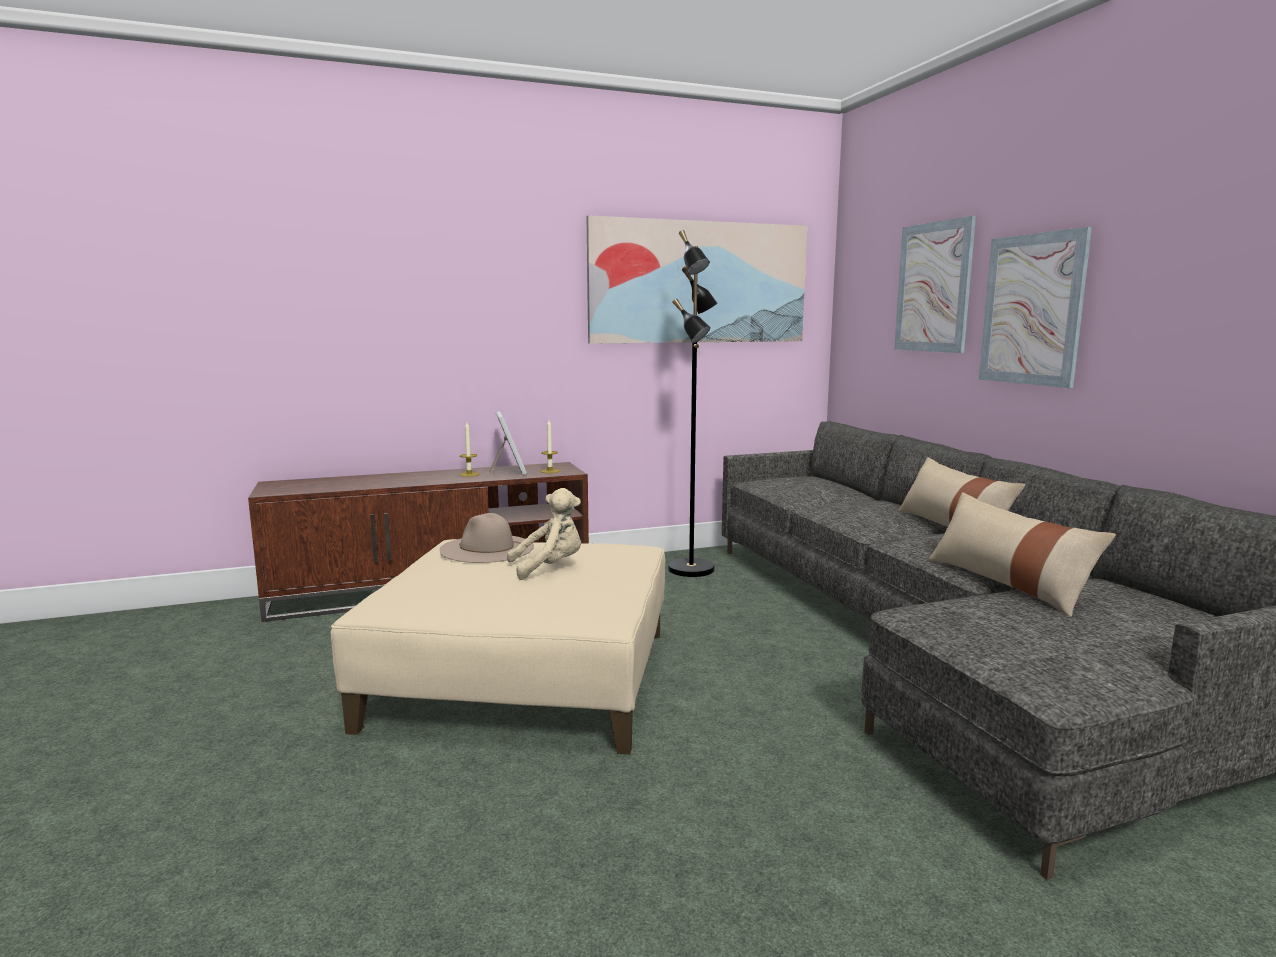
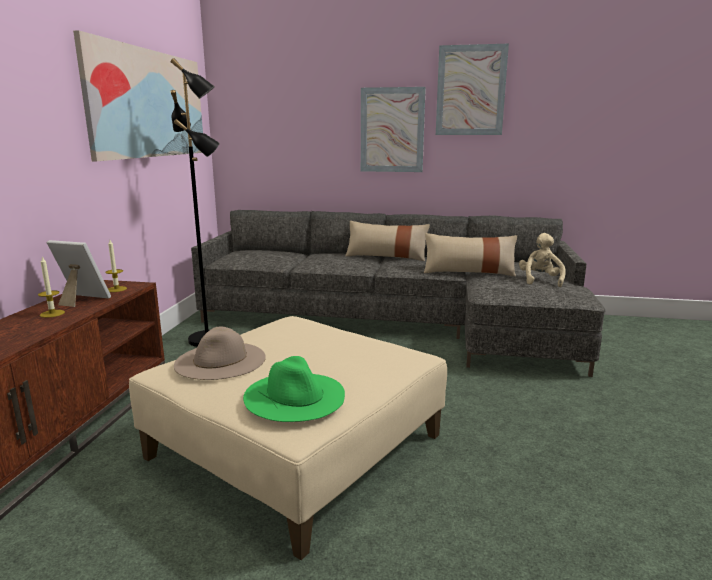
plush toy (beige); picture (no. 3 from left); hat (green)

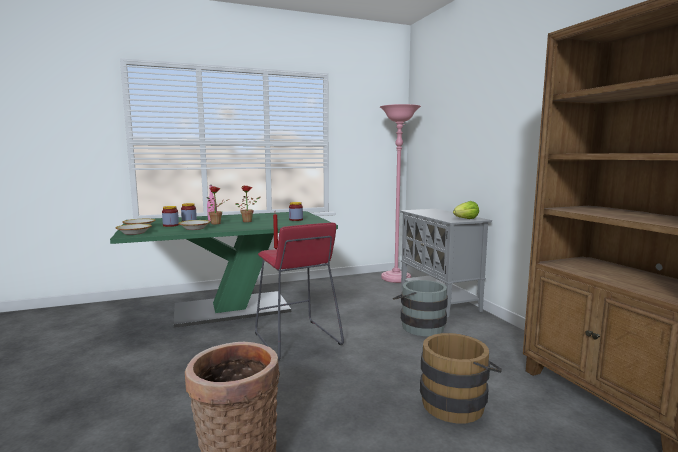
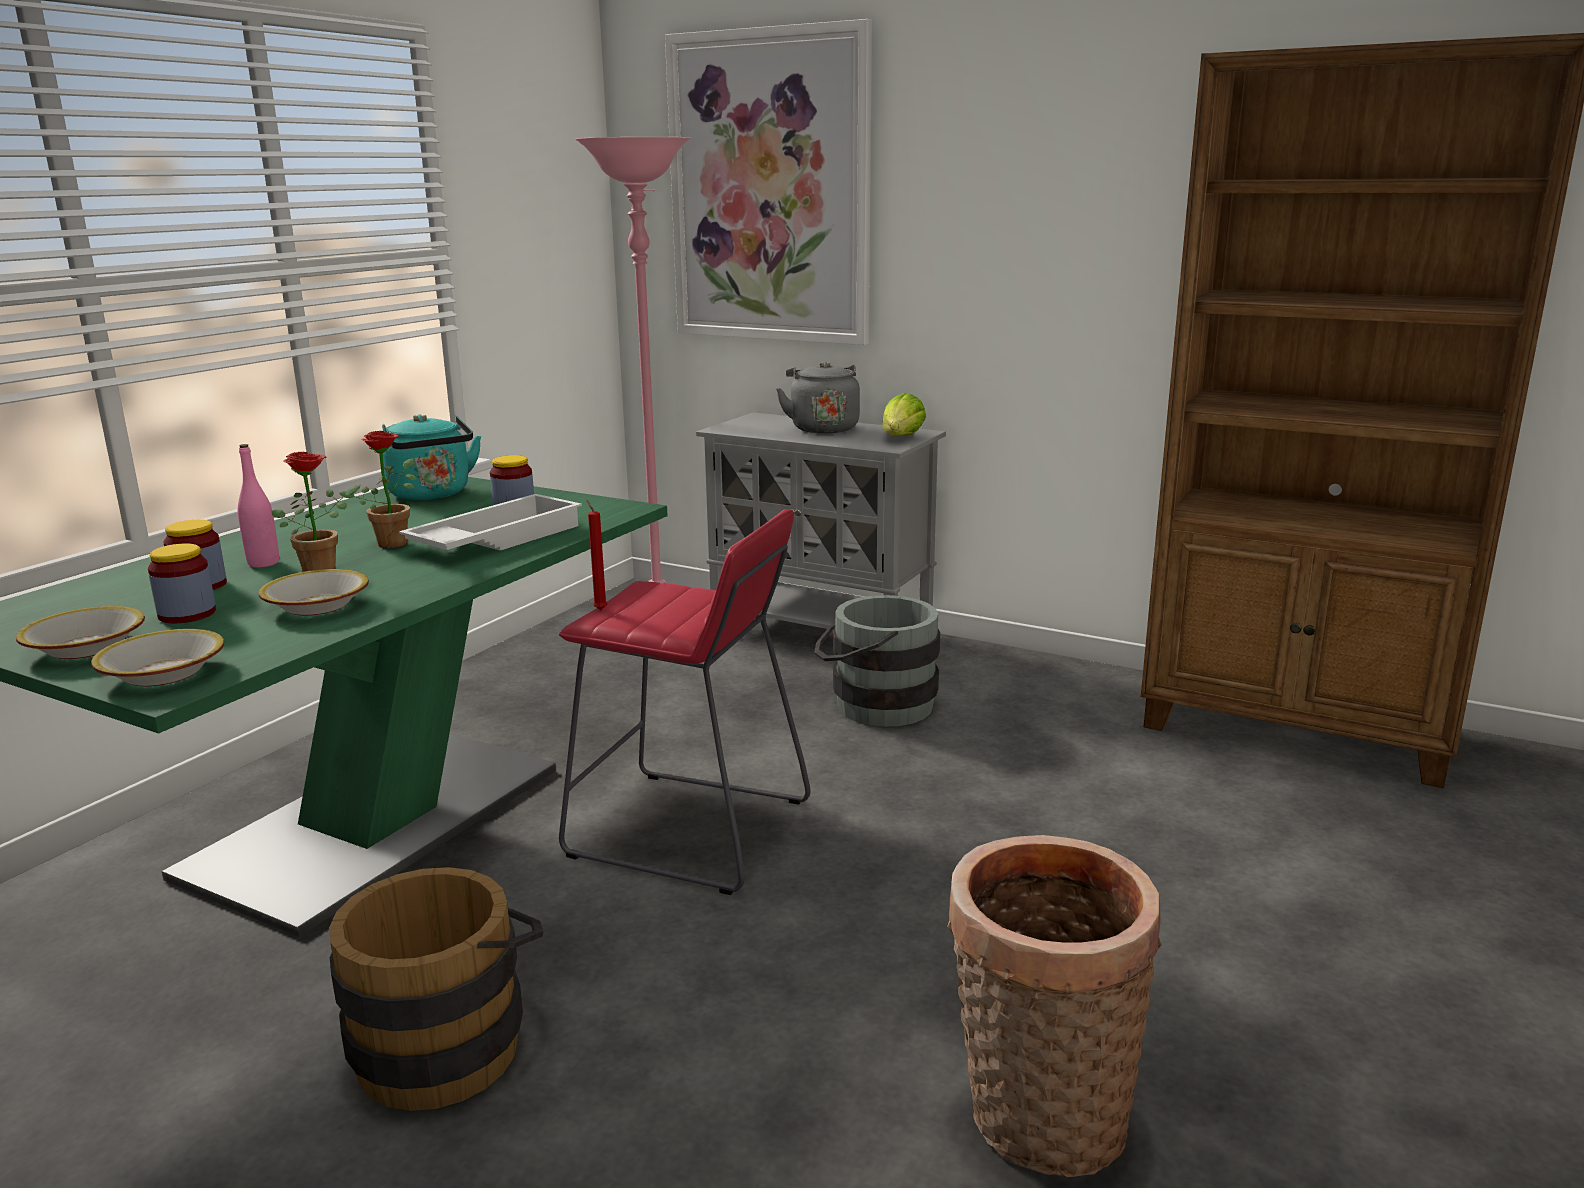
bucket (brown); kettle (turquoise); tray (white); picture; kettle (grey)

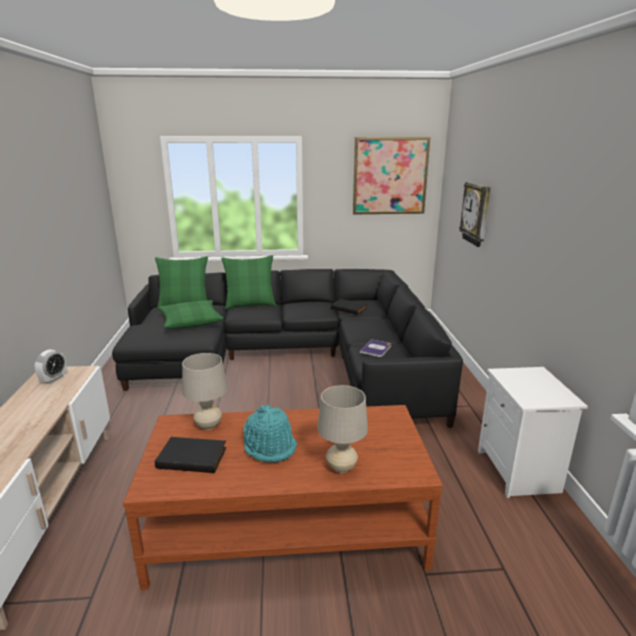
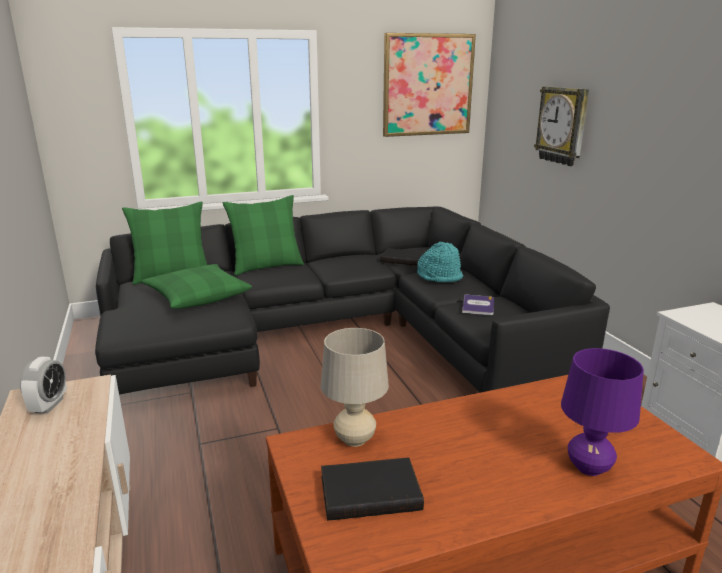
hat (turquoise); table lamp (purple)

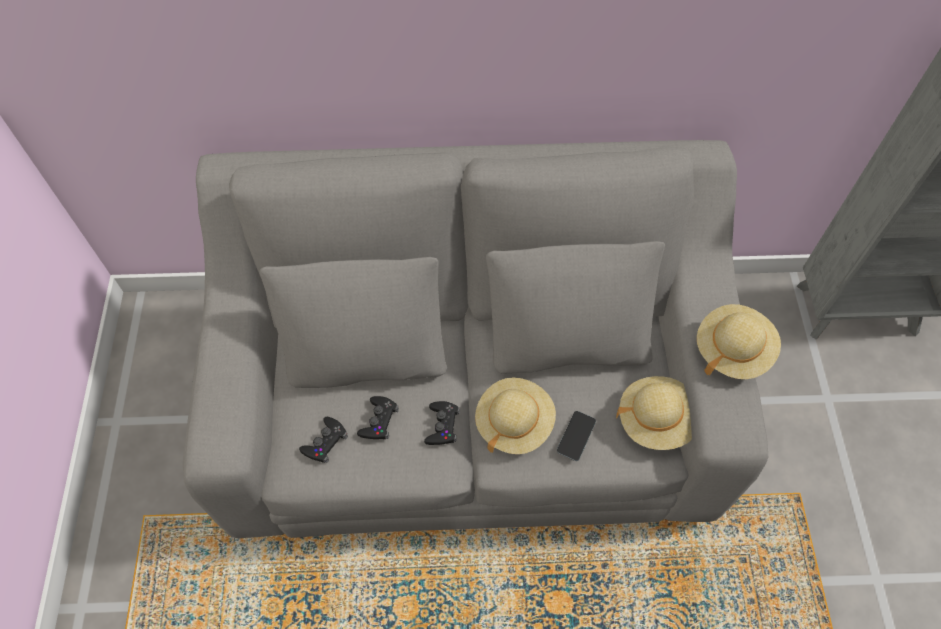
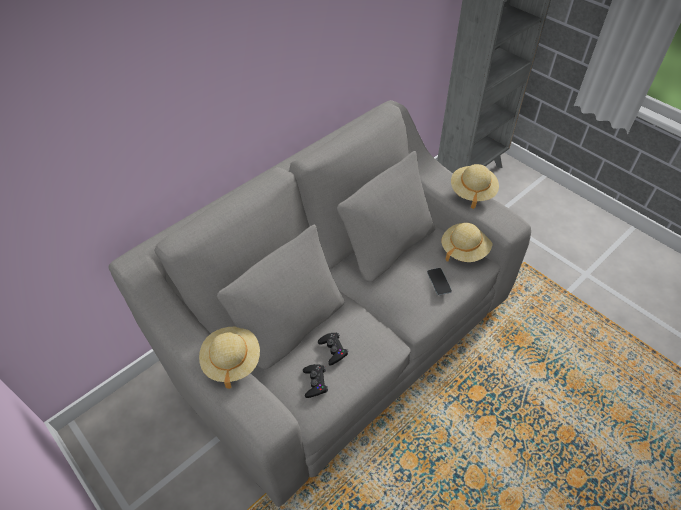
game controller (black) (no. 3 from left in the first image); hat (beige) (no. 1 from left)

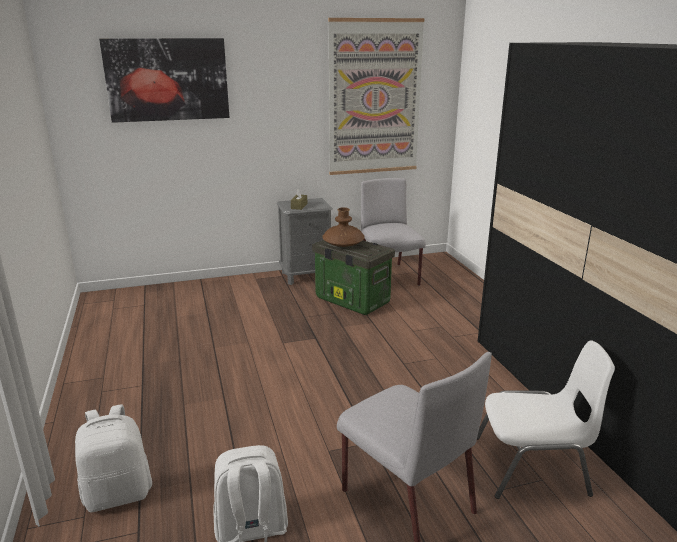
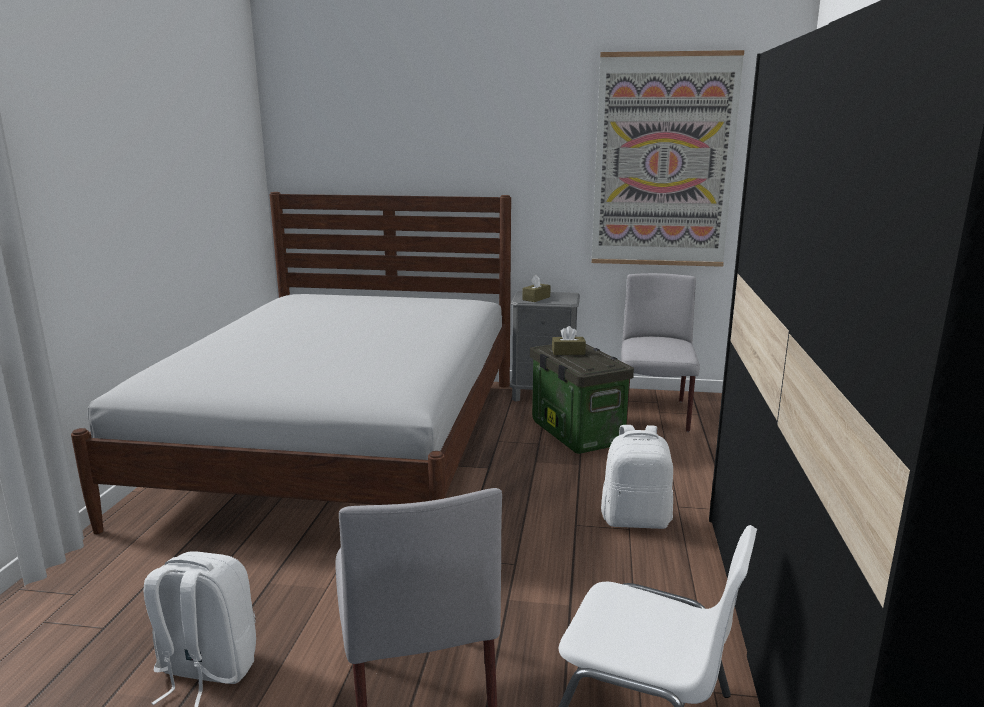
backpack (white) (no. 2 from left); picture (no. 1 from left in the first image); tissue box (brown) (no. 2 from left); bed (white)

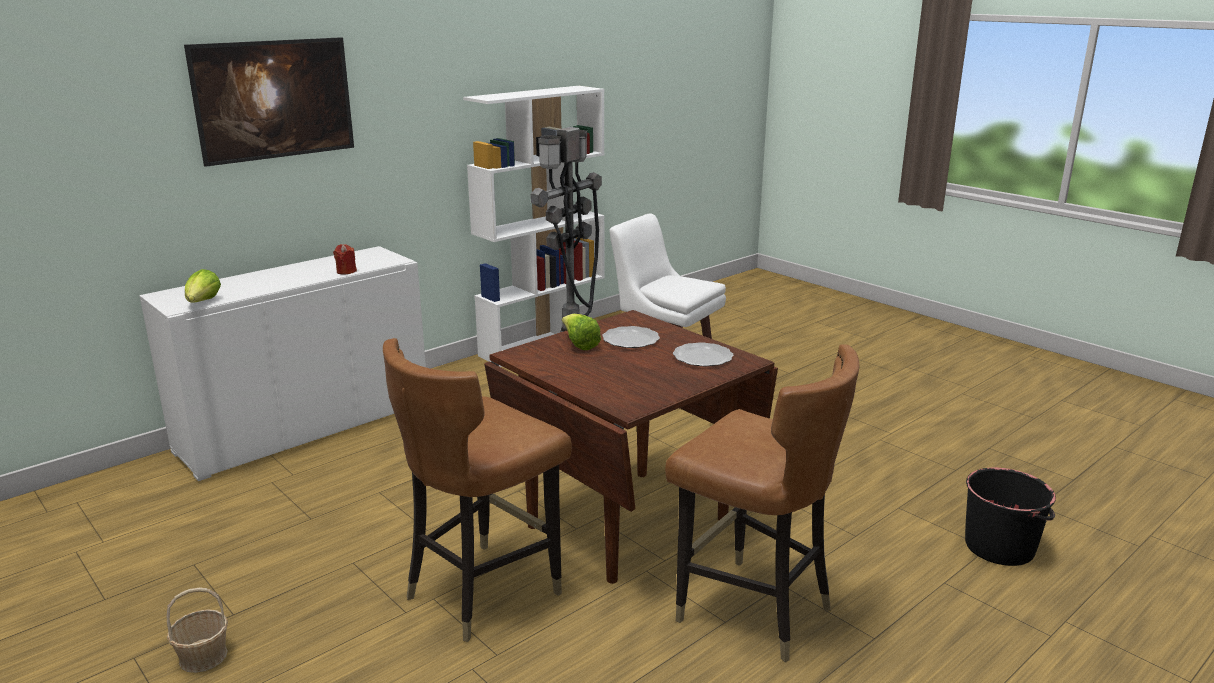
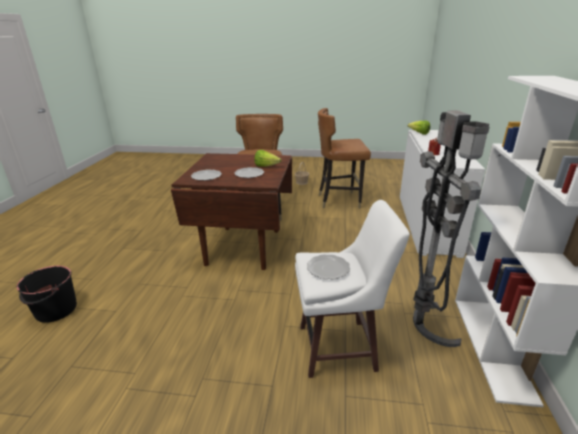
picture; chair (brown) (no. 2 from left); plate (no. 3 from left)

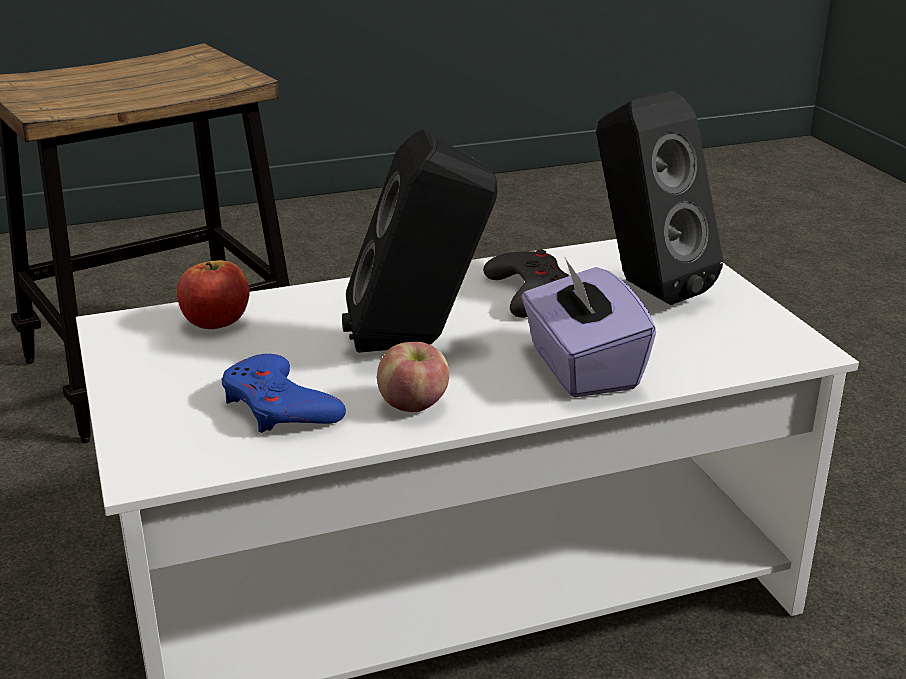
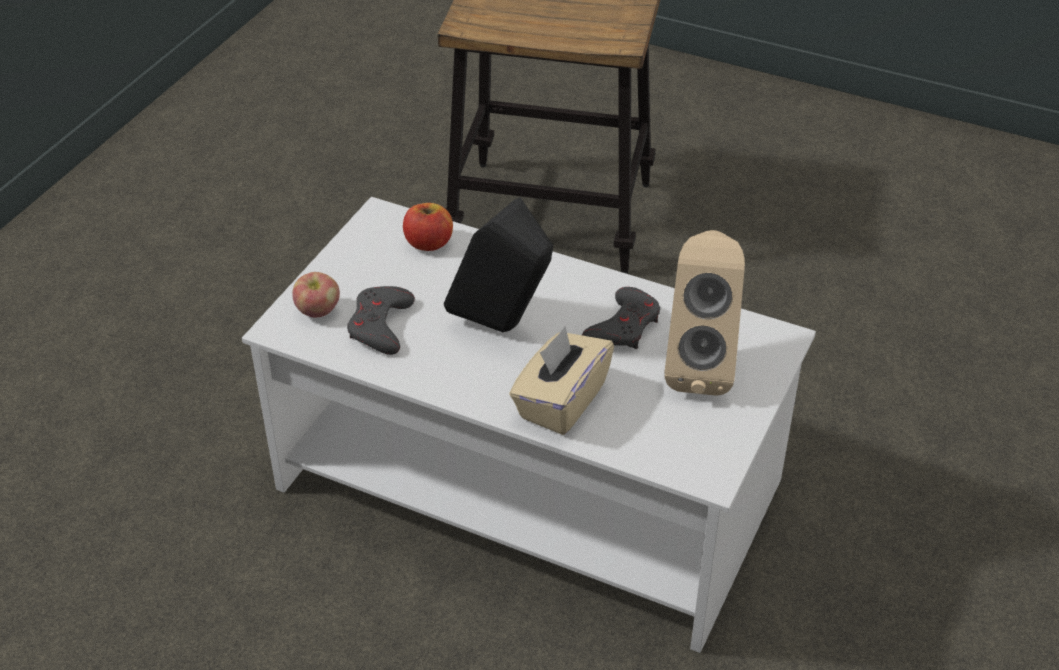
game controller (grey) (no. 1 from left); apple (no. 1 from left); tissue box (beige); speaker (beige)

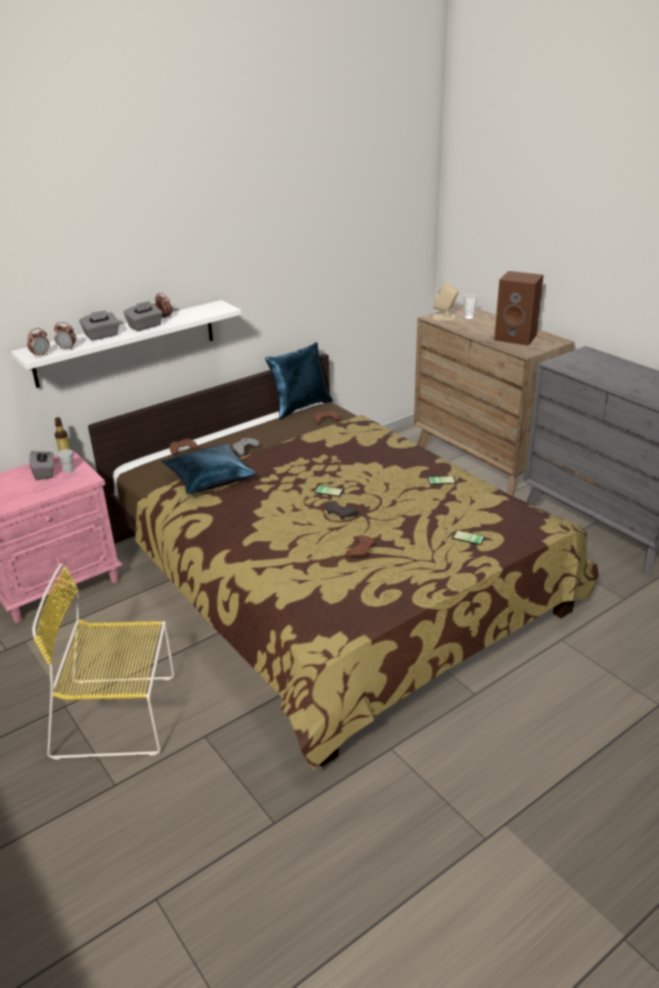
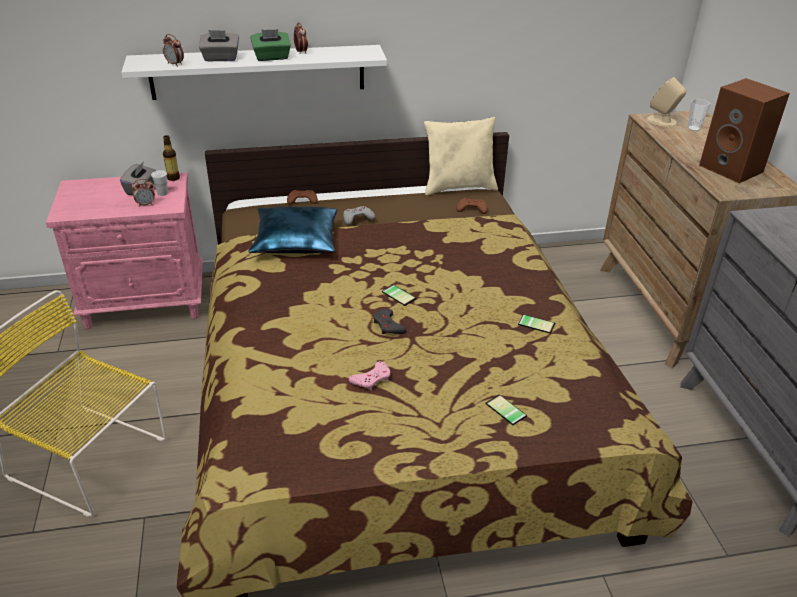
alarm clock (no. 1 from left); tissue box (green); pillow (beige); game controller (pink)

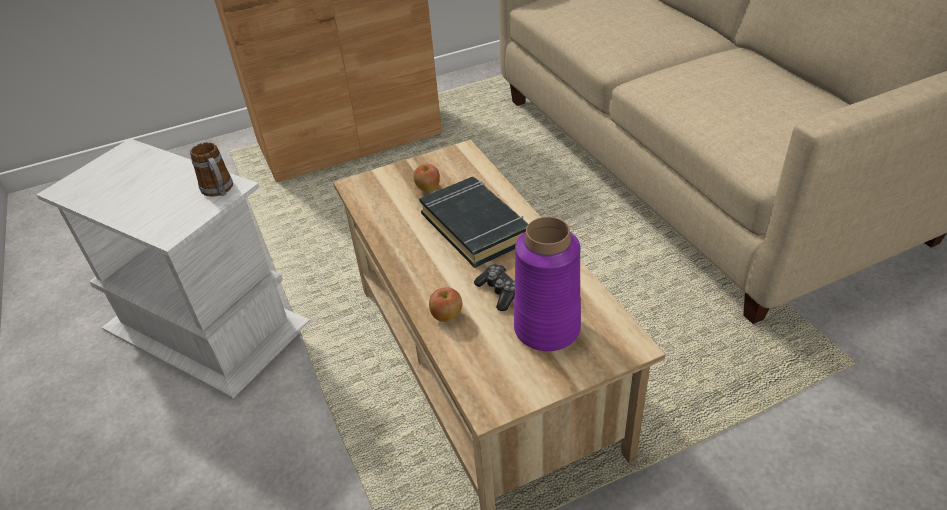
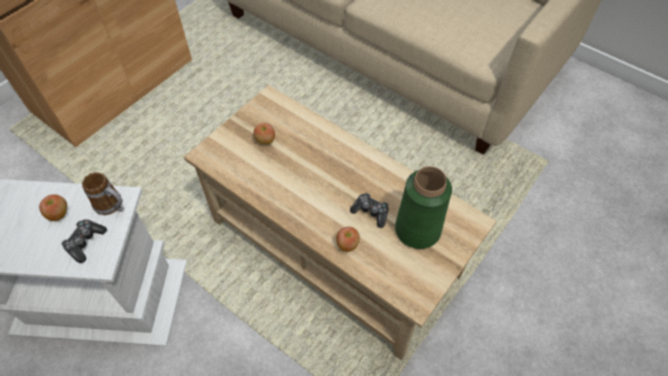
book (black); vase (green); apple (no. 1 from left); game controller (no. 1 from left)

